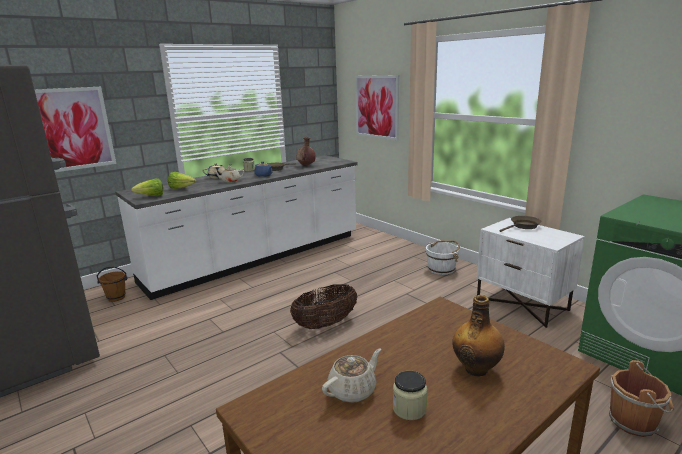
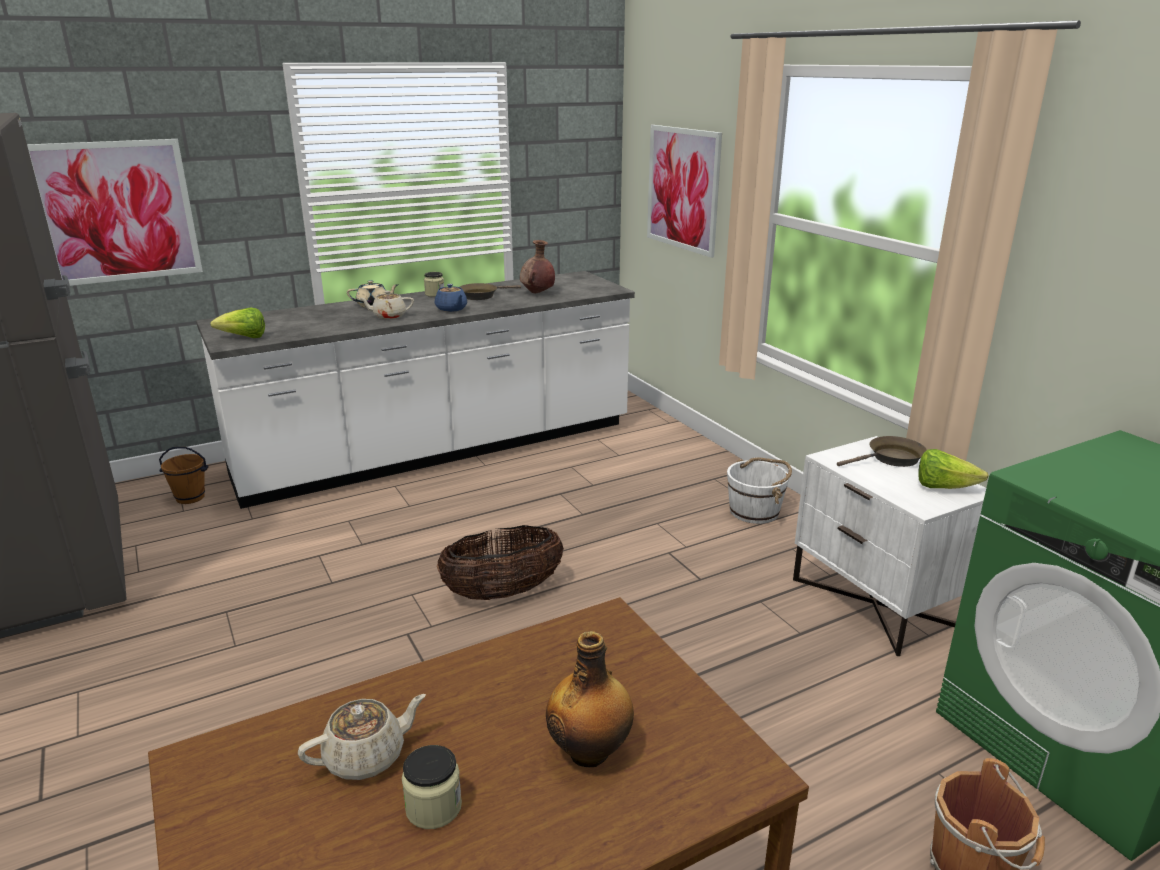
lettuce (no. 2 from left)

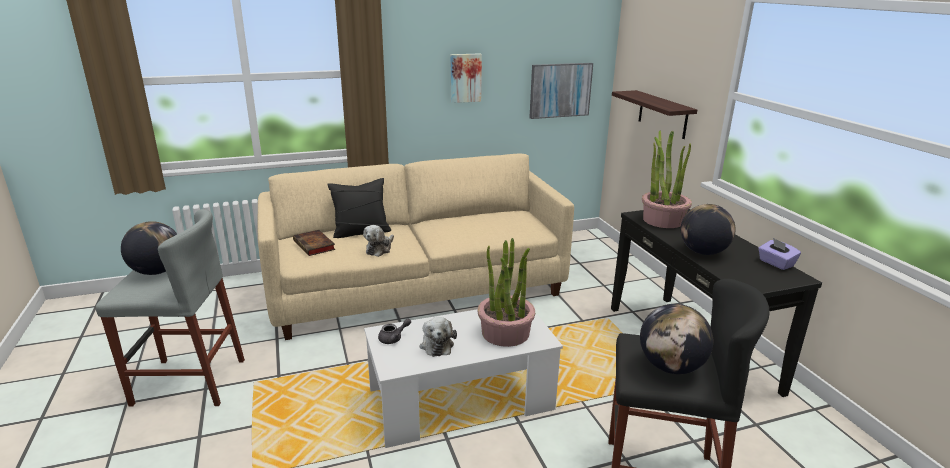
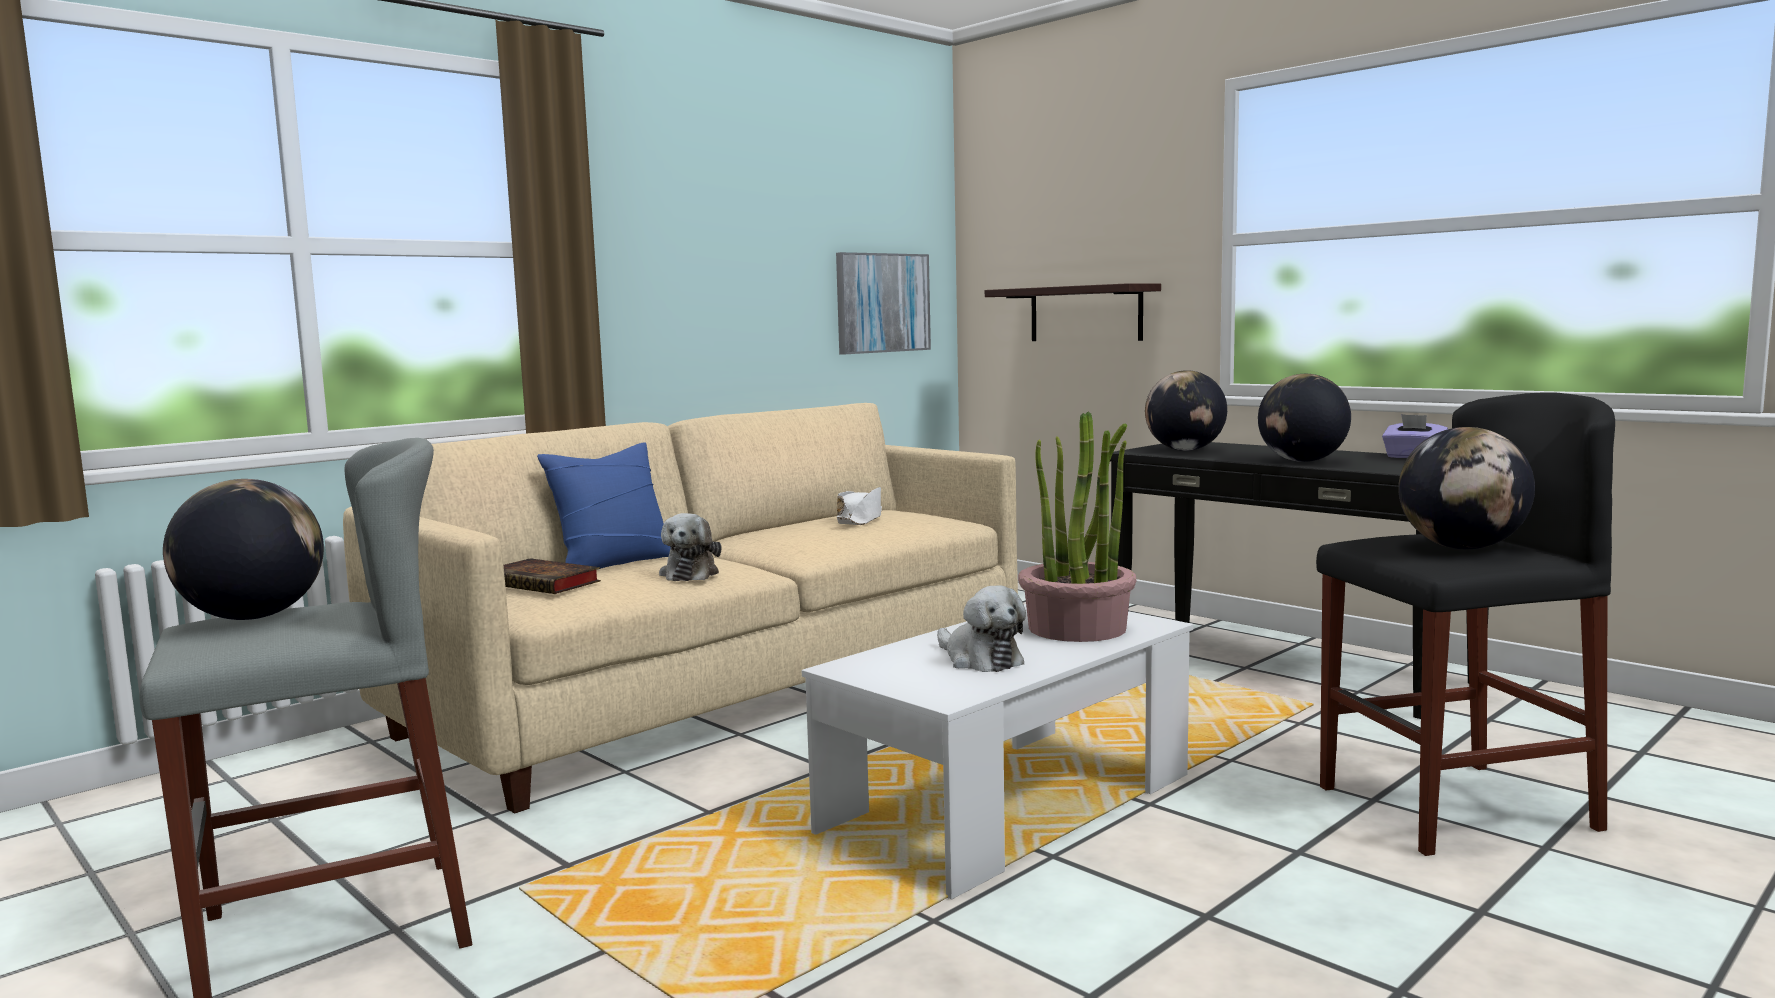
pillow (blue); teapot (grey); picture (no. 1 from left in the first image); globe (no. 2 from left); hat (white)

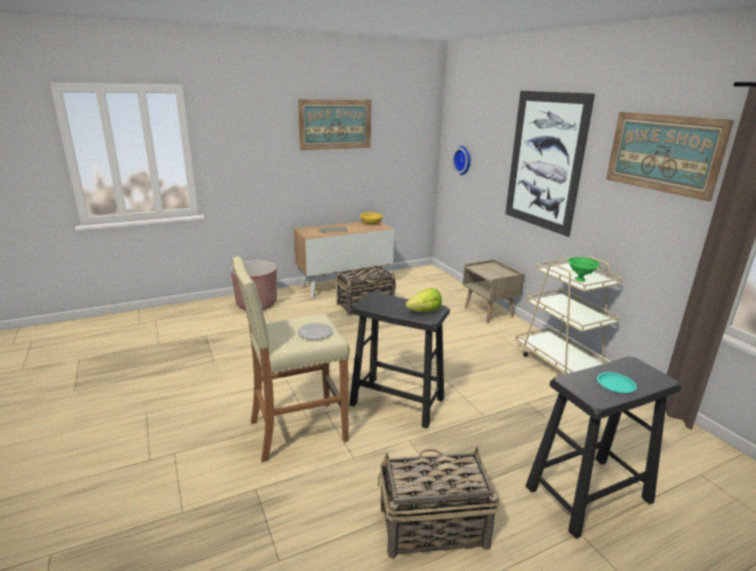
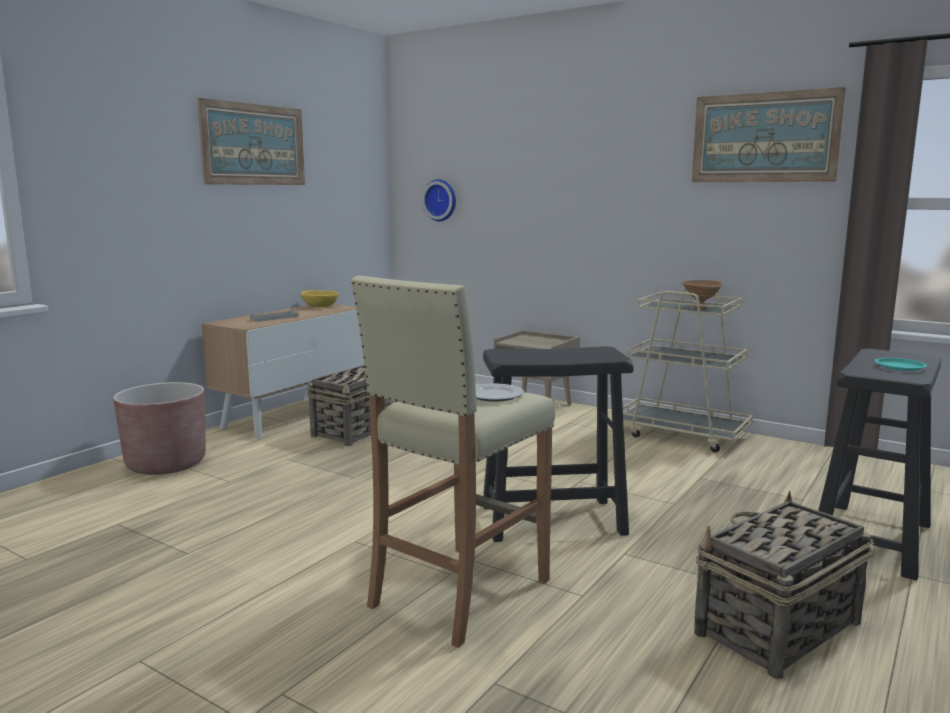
lettuce; picture (no. 2 from left in the first image); bowl (brown)

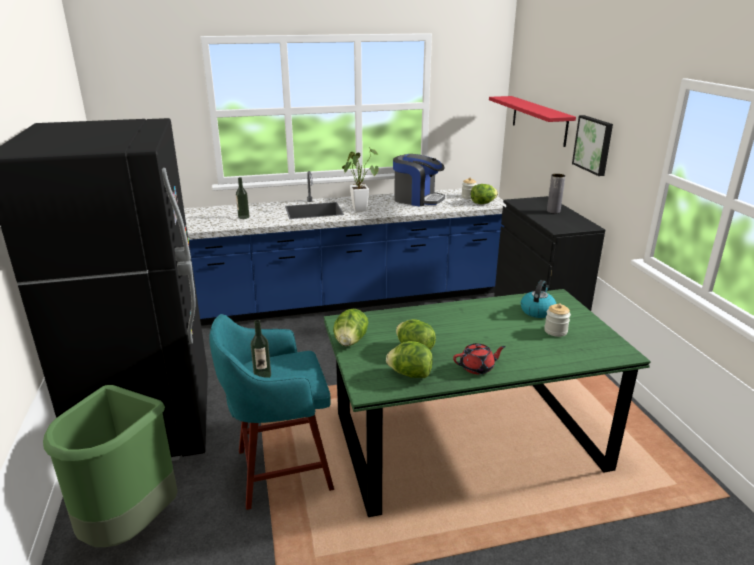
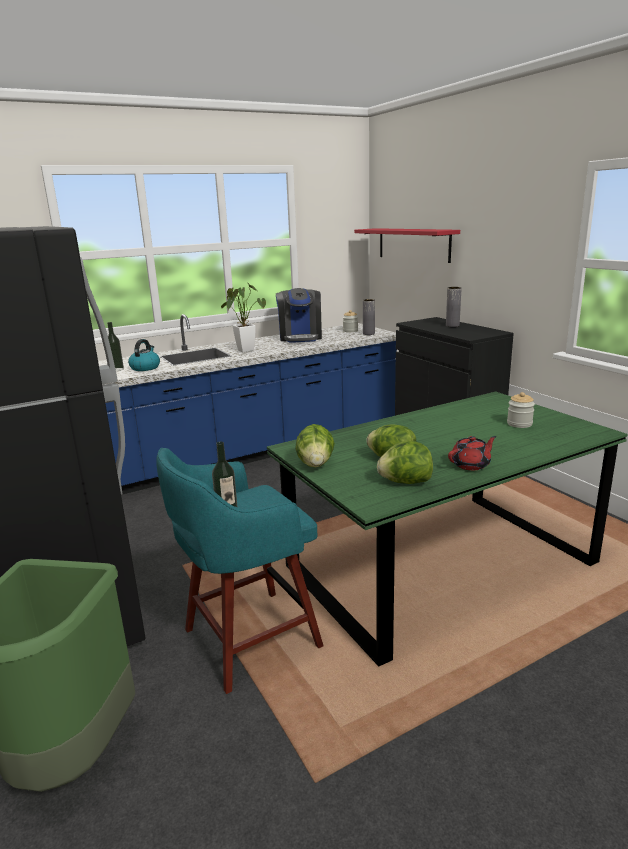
coffee machine; vase (grey) (no. 1 from left); kettle; picture

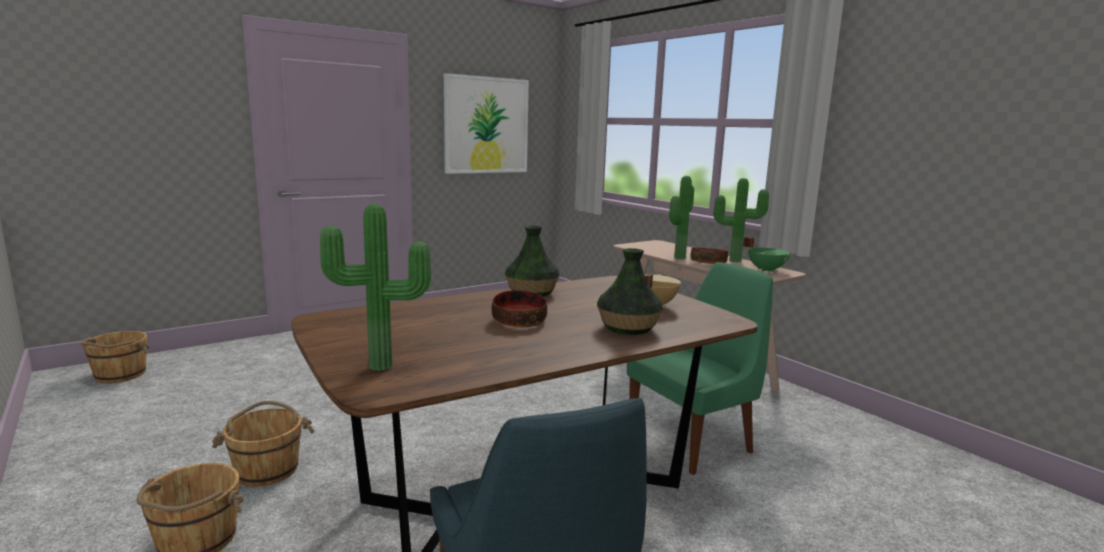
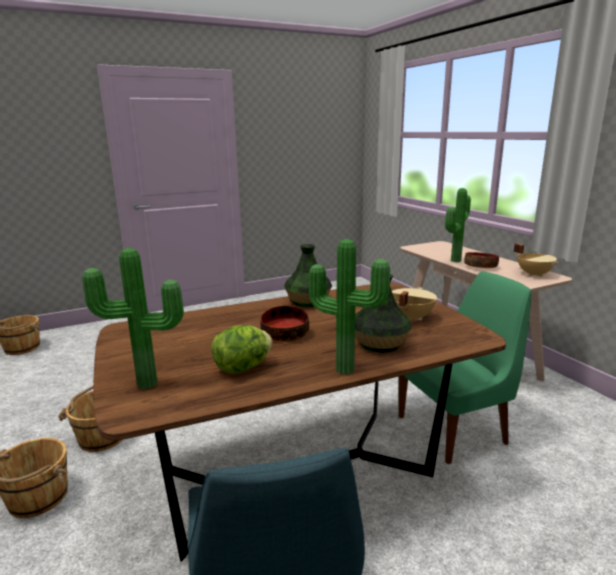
picture; potted plant (no. 2 from left); cooking pot (beige) (no. 2 from left); lettuce

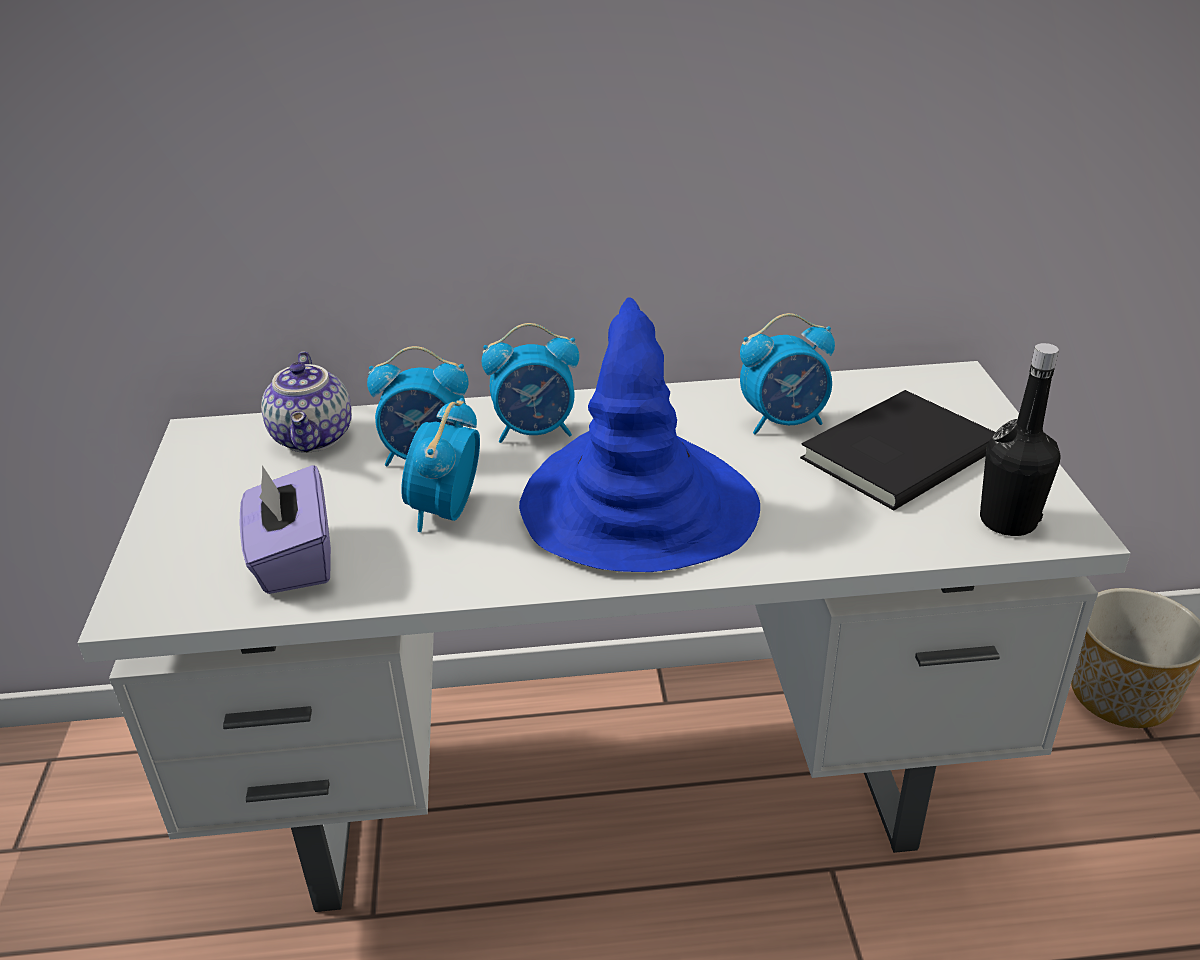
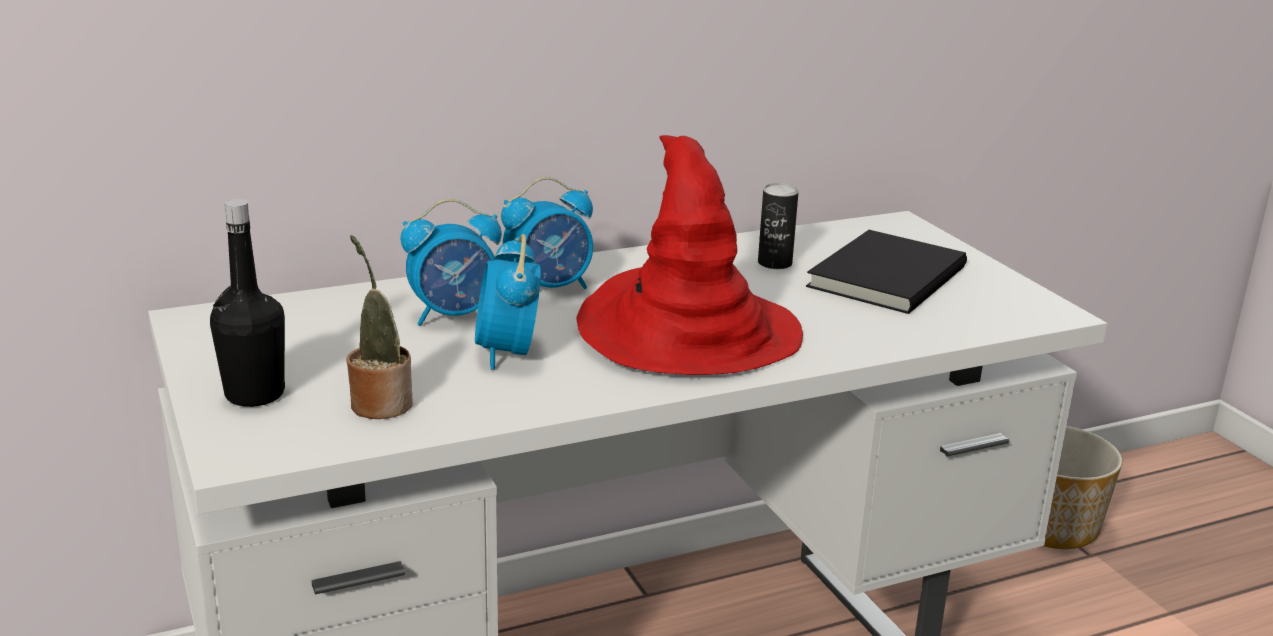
potted plant; teapot; hat (red); can; bottle (black)

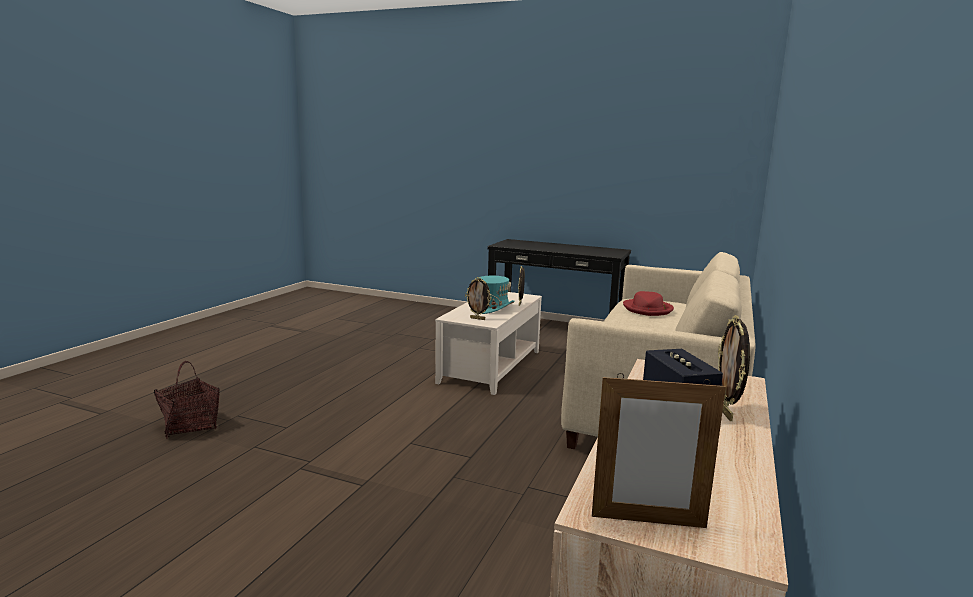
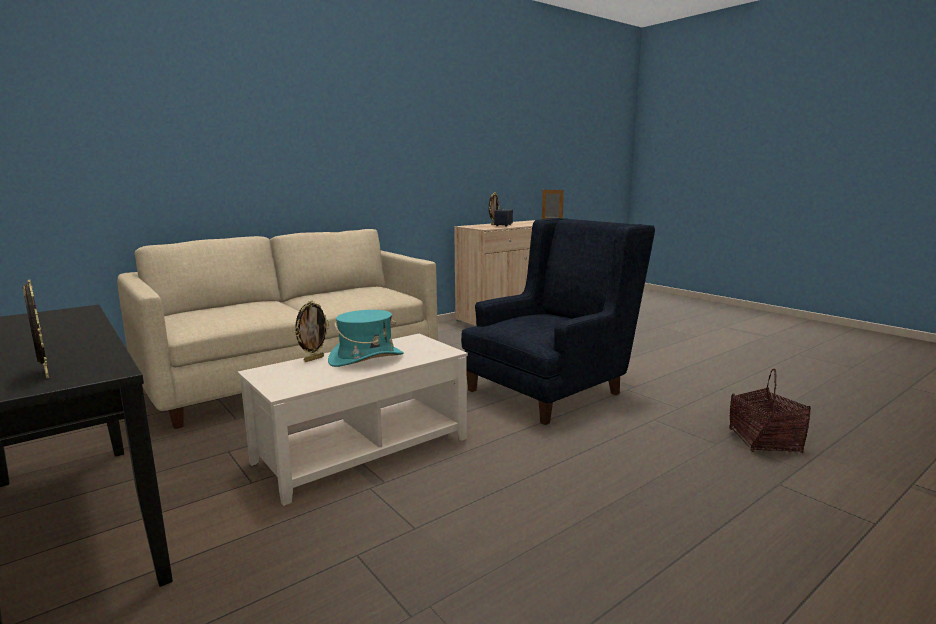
picture frame (no. 1 from left); hat (red); armchair (blue)

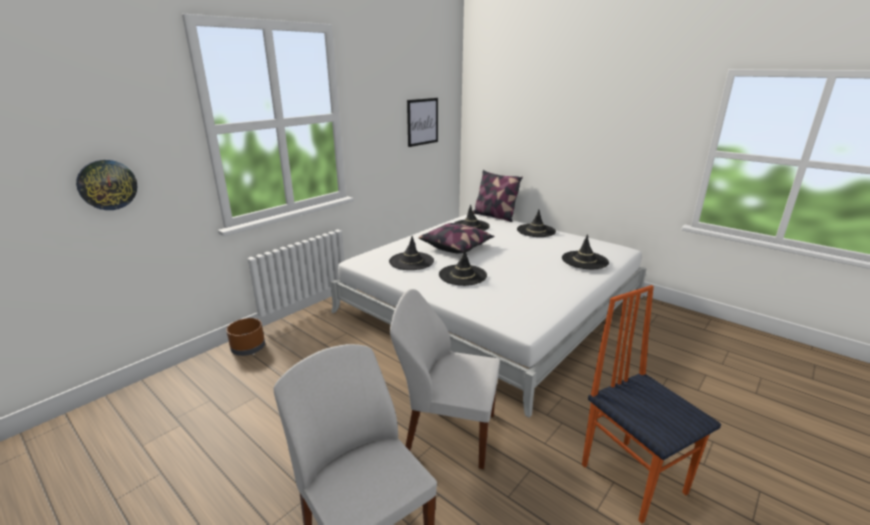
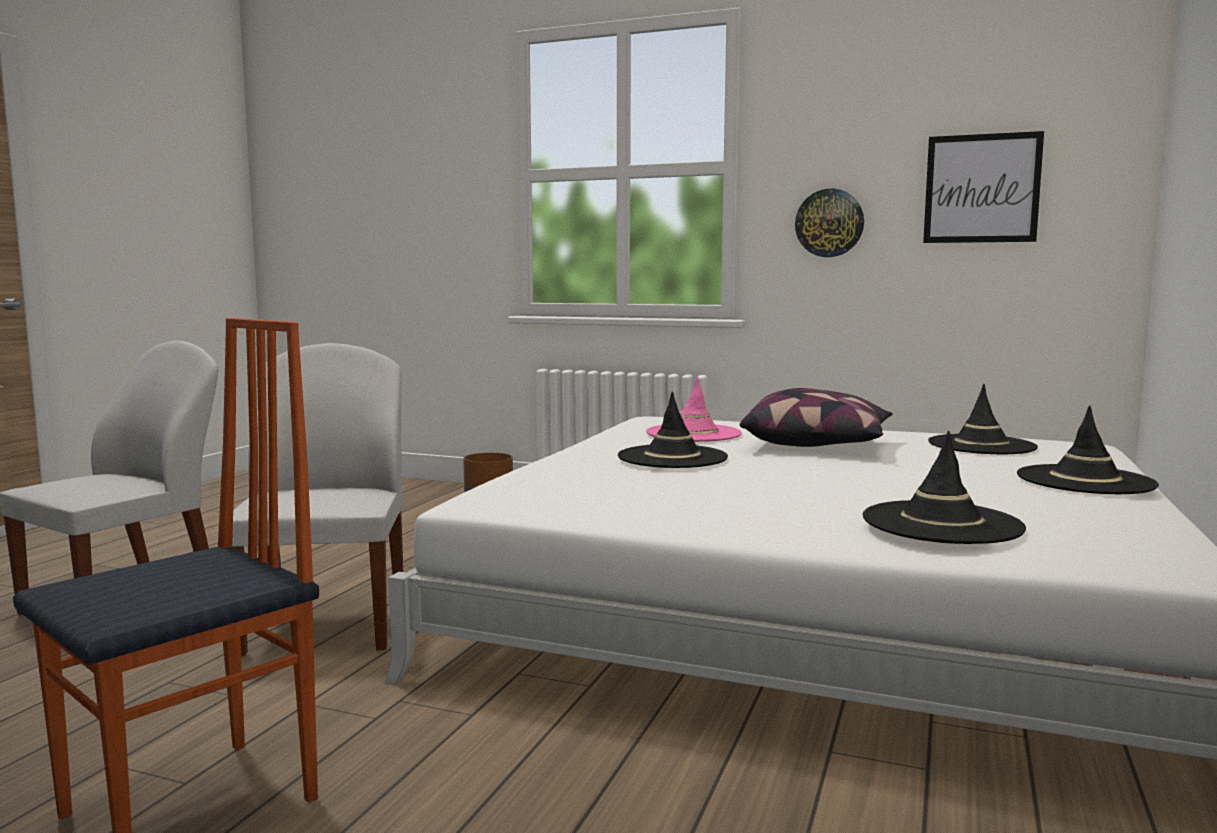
wall clock; hat (pink); pillow (no. 2 from left in the first image)

